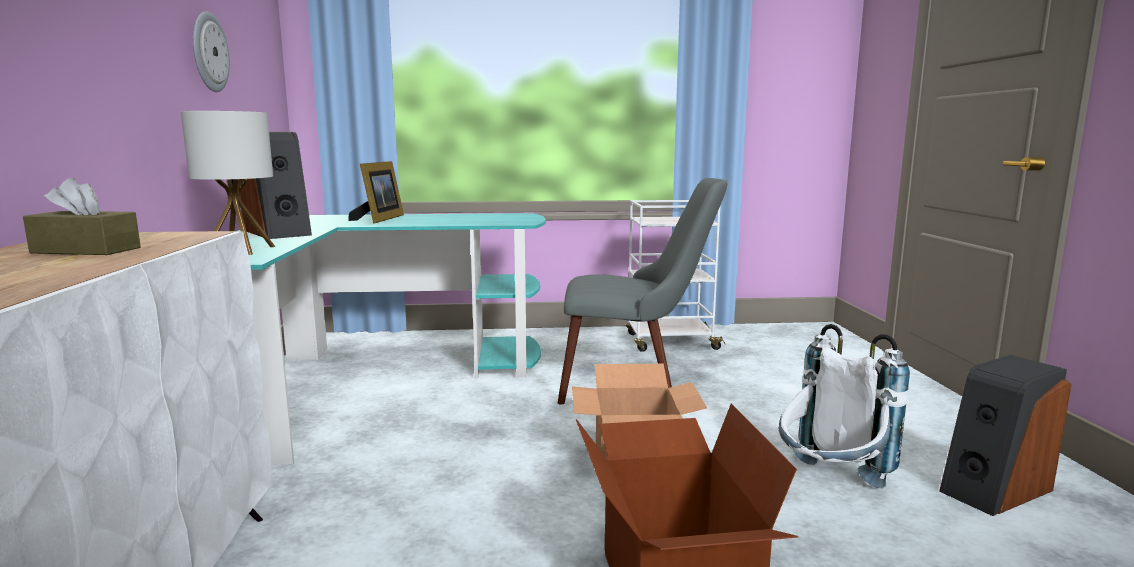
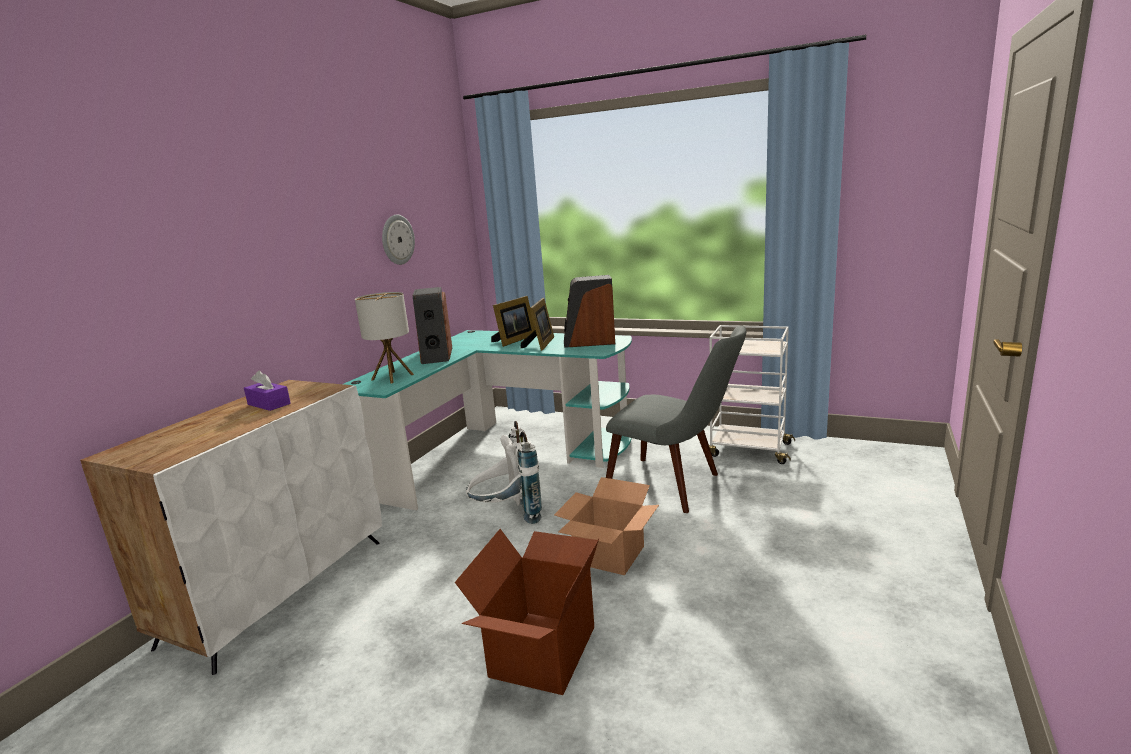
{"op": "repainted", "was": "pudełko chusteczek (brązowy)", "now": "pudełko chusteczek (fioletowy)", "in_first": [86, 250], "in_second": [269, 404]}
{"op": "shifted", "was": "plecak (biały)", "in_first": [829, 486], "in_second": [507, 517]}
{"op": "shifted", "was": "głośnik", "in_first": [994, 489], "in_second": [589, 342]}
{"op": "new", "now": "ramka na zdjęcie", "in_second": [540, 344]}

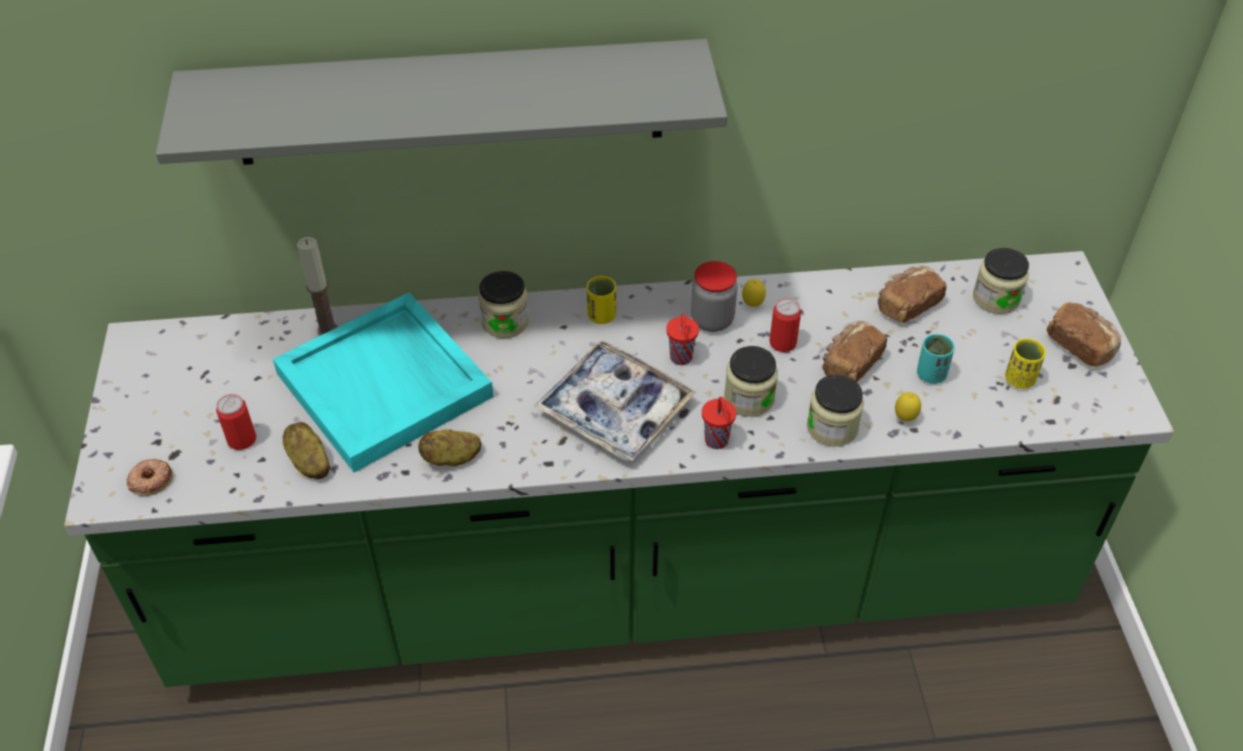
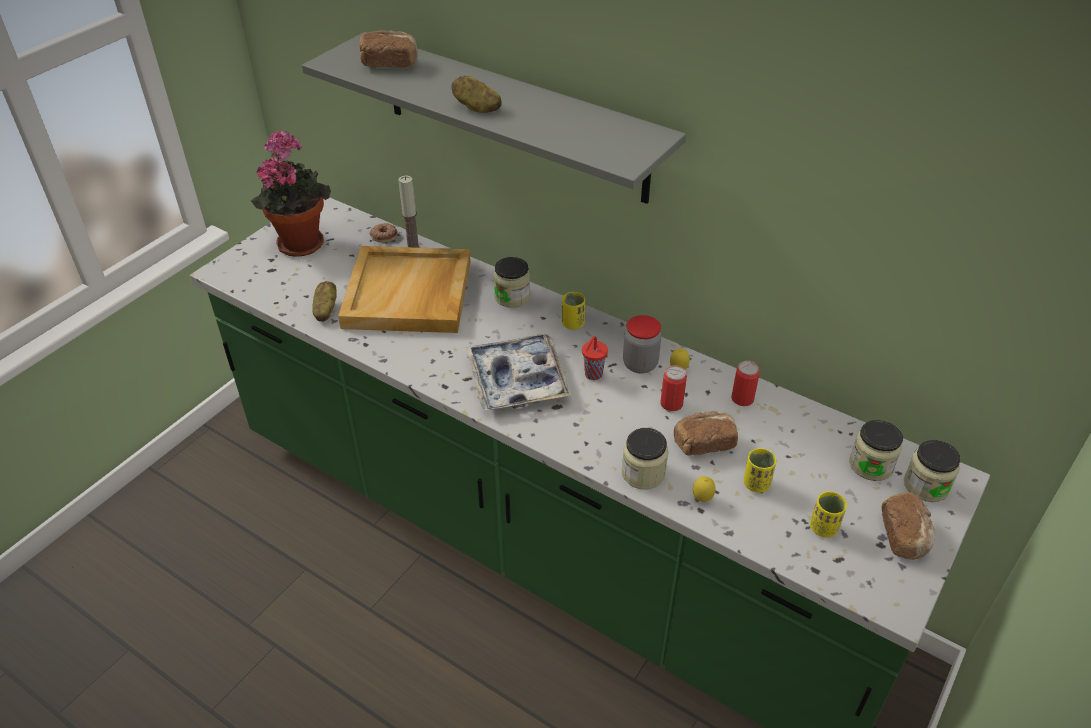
{"op": "shifted", "was": "donut", "in_first": [150, 480], "in_second": [384, 235]}
{"op": "shifted", "was": "puszka", "in_first": [242, 439], "in_second": [742, 399]}
{"op": "repainted", "was": "taca (turkusowy)", "now": "taca (beżowy)", "in_first": [386, 385], "in_second": [409, 294]}
{"op": "shifted", "was": "ziemniak", "in_first": [451, 458], "in_second": [476, 108]}
{"op": "gone", "was": "filiżanka (czerwony)", "in_first": [717, 442]}
{"op": "shifted", "was": "słoik", "in_first": [749, 398], "in_second": [926, 485]}
{"op": "shifted", "was": "chleb", "in_first": [907, 305], "in_second": [389, 63]}
{"op": "repainted", "was": "filiżanka (turkusowy)", "now": "filiżanka (żółty)", "in_first": [931, 374], "in_second": [756, 484]}
{"op": "new", "now": "roślina doniczkowa", "in_second": [301, 241]}

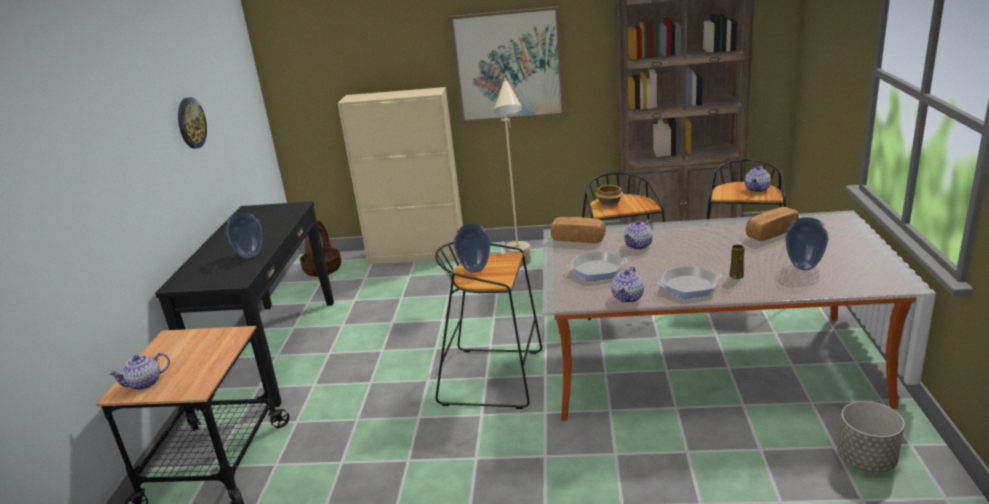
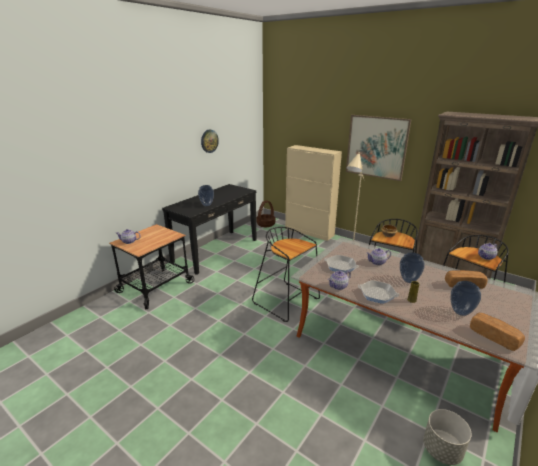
{"op": "shifted", "was": "wazon", "in_first": [474, 269], "in_second": [408, 280]}
{"op": "shifted", "was": "chleb", "in_first": [578, 238], "in_second": [494, 337]}

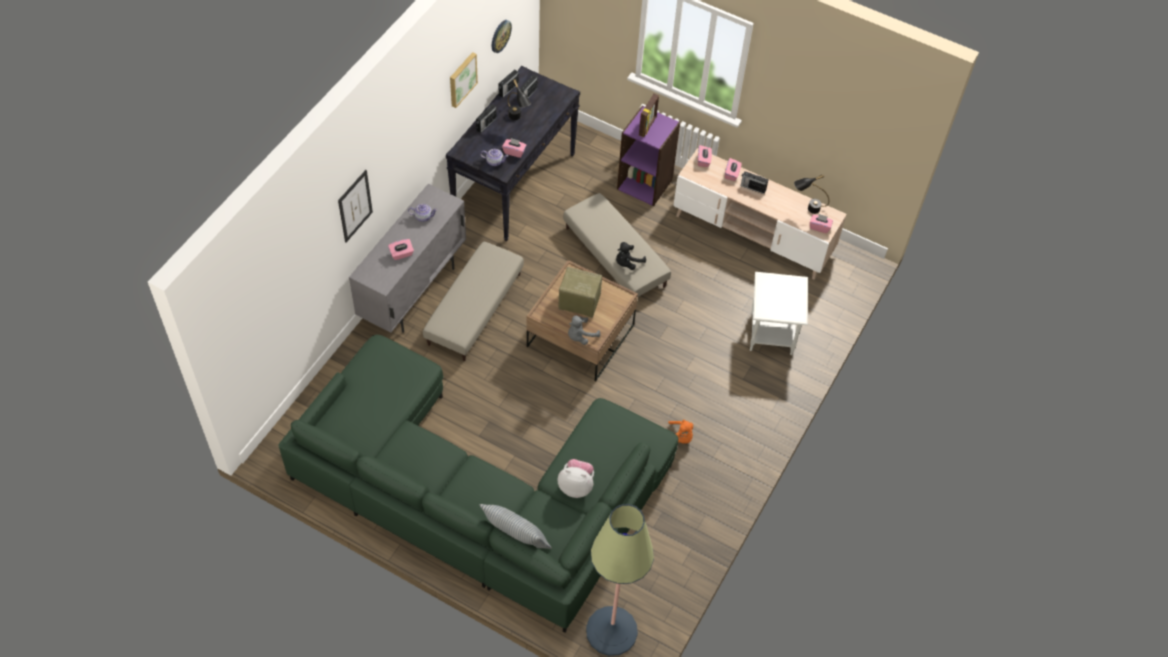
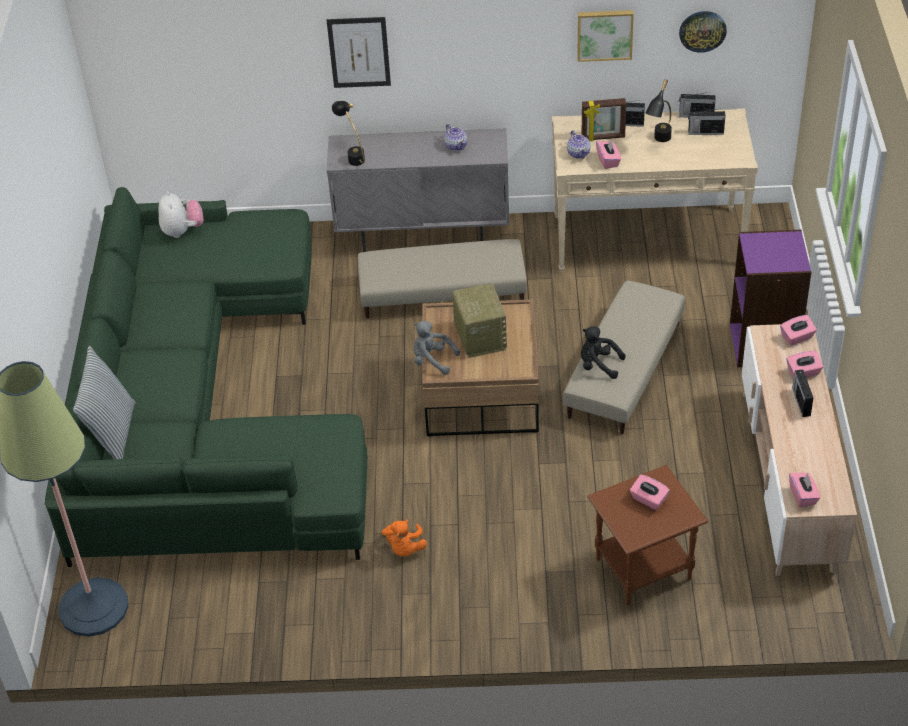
{"op": "shifted", "was": "pudełko chusteczek (różowy)", "in_first": [401, 254], "in_second": [648, 500]}
{"op": "repainted", "was": "stolik konsolowy (czarny)", "now": "stolik konsolowy (beżowy)", "in_first": [514, 184], "in_second": [648, 239]}
{"op": "shifted", "was": "pluszak", "in_first": [576, 486], "in_second": [182, 231]}
{"op": "shifted", "was": "ramka na zdjęcie", "in_first": [648, 126], "in_second": [603, 137]}
{"op": "repainted", "was": "stolik (biały)", "now": "stolik (brązowy)", "in_first": [771, 334], "in_second": [642, 569]}
{"op": "shifted", "was": "lampa stołowa (czarny)", "in_first": [807, 208], "in_second": [352, 156]}

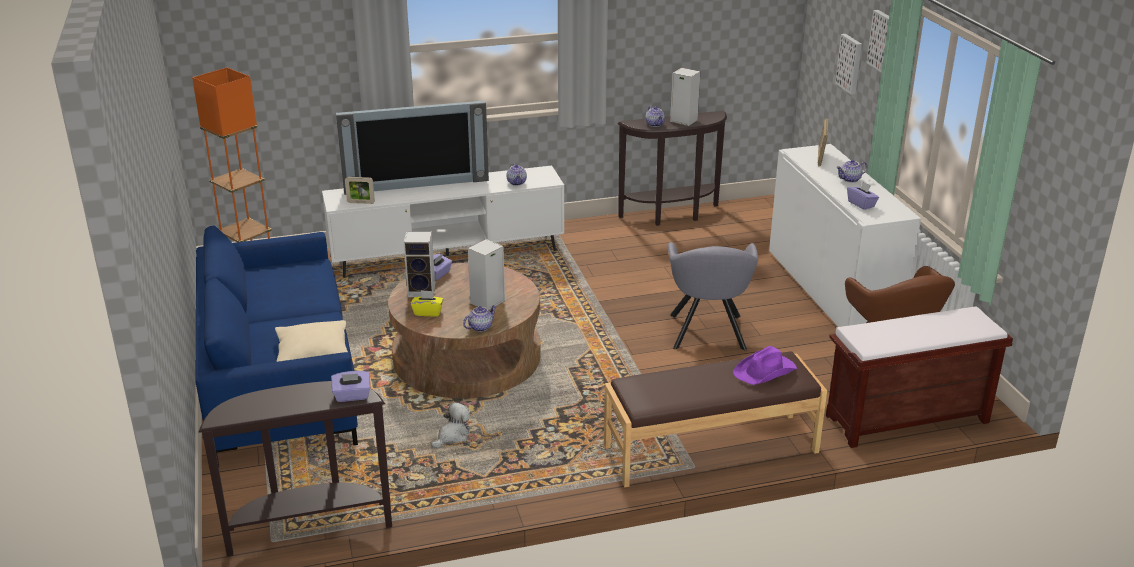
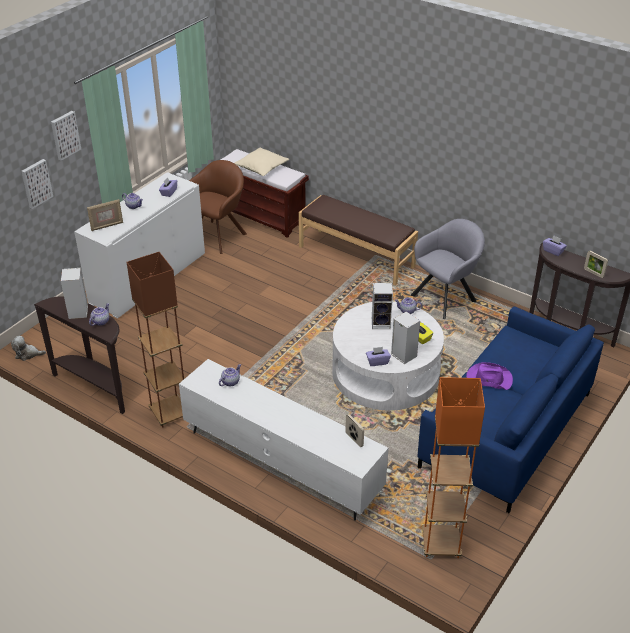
{"op": "shifted", "was": "poduszka (beżowy)", "in_first": [313, 354], "in_second": [261, 168]}
{"op": "gone", "was": "telewizor", "in_first": [416, 184]}
{"op": "repainted", "was": "ława (brązowy)", "now": "ława (biały)", "in_first": [467, 356], "in_second": [385, 372]}
{"op": "shifted", "was": "pluszak", "in_first": [452, 436], "in_second": [27, 354]}
{"op": "shifted", "was": "fotel (szary)", "in_first": [707, 334], "in_second": [446, 297]}
{"op": "shifted", "was": "kapelusz (fioletowy)", "in_first": [765, 371], "in_second": [488, 378]}
{"op": "new", "now": "lampa stojąca (brązowy)", "in_second": [169, 413]}
{"op": "new", "now": "ramka na zdjęcie", "in_second": [593, 273]}

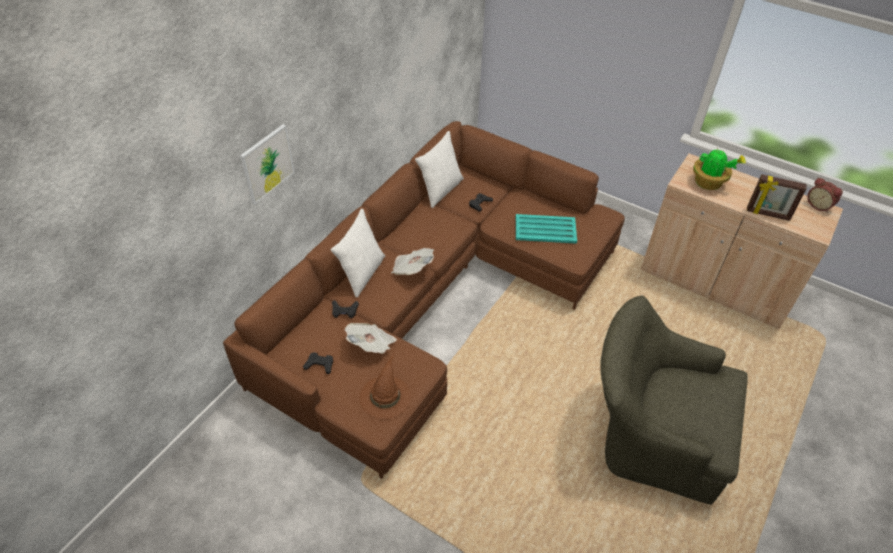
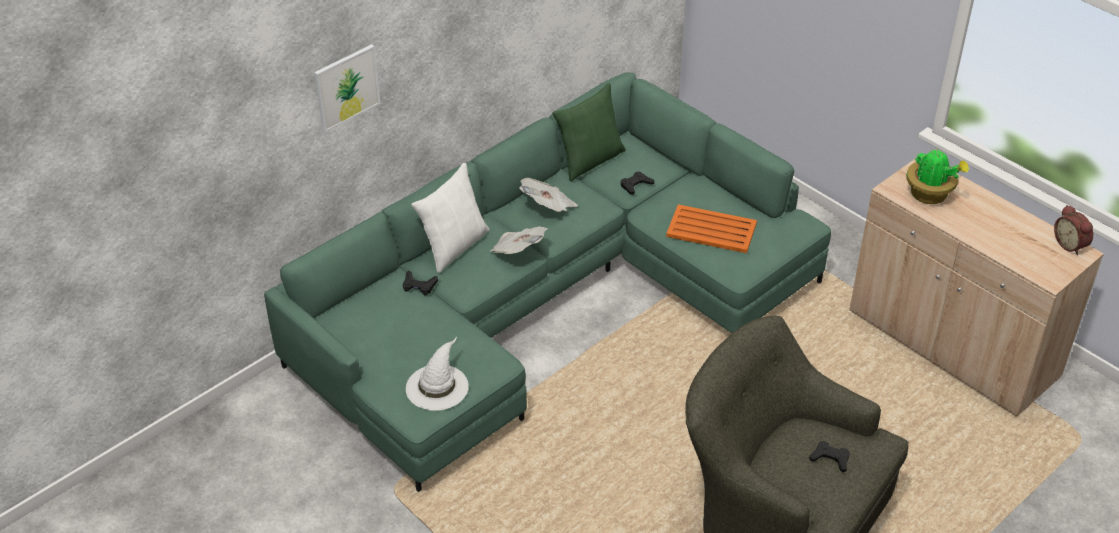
{"op": "repainted", "was": "kanapa (brązowy)", "now": "kanapa (zielony)", "in_first": [432, 298], "in_second": [550, 300]}
{"op": "shifted", "was": "pad do gier (czarny)", "in_first": [319, 365], "in_second": [830, 459]}
{"op": "shifted", "was": "gazeta", "in_first": [372, 345], "in_second": [548, 207]}
{"op": "repainted", "was": "kapelusz (brązowy)", "now": "kapelusz (biały)", "in_first": [385, 396], "in_second": [437, 386]}
{"op": "repainted", "was": "poduszka (biały)", "now": "poduszka (zielony)", "in_first": [440, 189], "in_second": [590, 160]}
{"op": "repainted", "was": "taca (turkusowy)", "now": "taca (pomarańczowy)", "in_first": [546, 229], "in_second": [712, 230]}
{"op": "gone", "was": "ramka na zdjęcie", "in_first": [768, 214]}

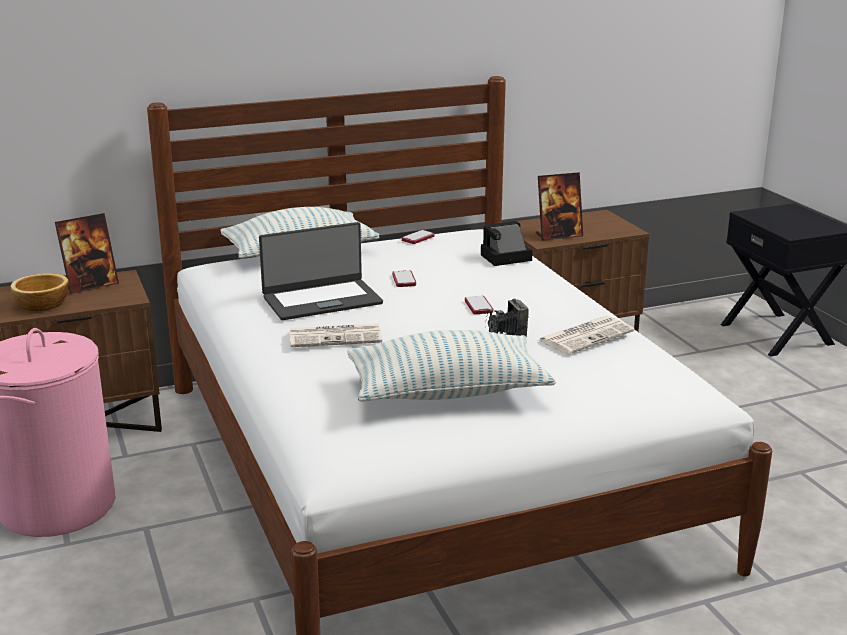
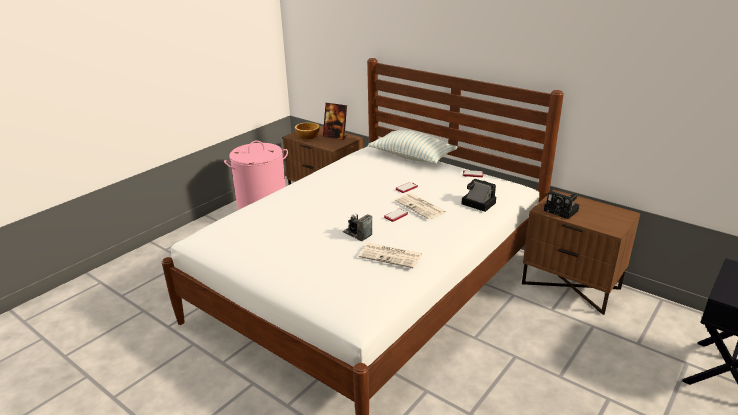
{"op": "gone", "was": "laptop", "in_first": [321, 300]}
{"op": "shifted", "was": "gazeta", "in_first": [336, 336], "in_second": [421, 207]}
{"op": "gone", "was": "poduszka", "in_first": [447, 392]}
{"op": "swapped", "was": "ramka na zdjęcie", "now": "aparat fotograficzny", "in_first": [558, 235], "in_second": [562, 211]}

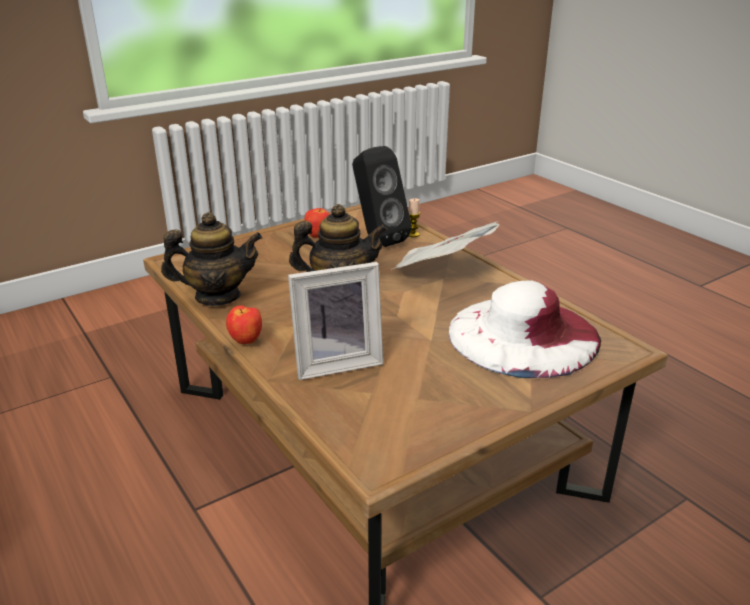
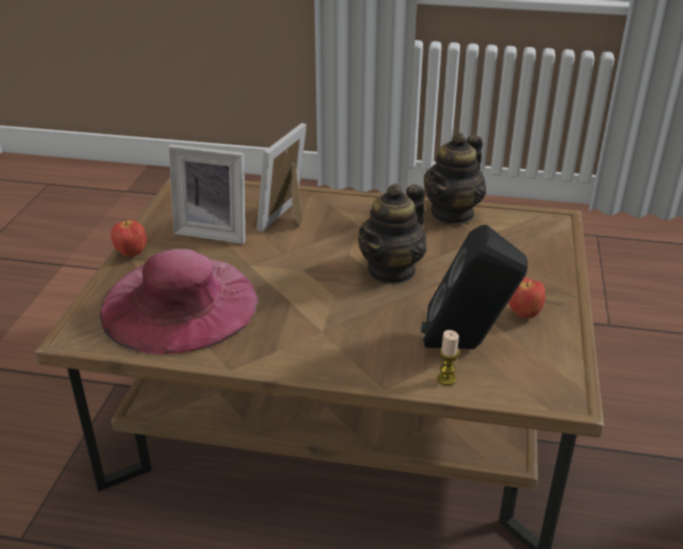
{"op": "shifted", "was": "jabłko", "in_first": [246, 341], "in_second": [131, 254]}
{"op": "gone", "was": "gazeta", "in_first": [442, 271]}
{"op": "repainted", "was": "kapelusz (biały)", "now": "kapelusz (różowy)", "in_first": [523, 334], "in_second": [179, 303]}
{"op": "new", "now": "ramka na zdjęcie", "in_second": [214, 231]}

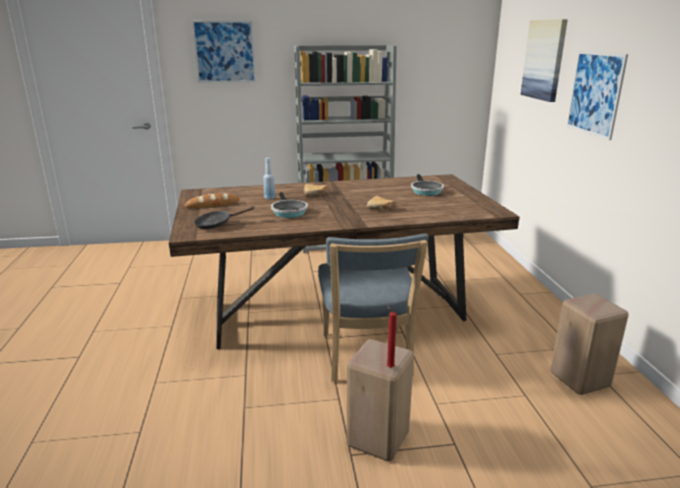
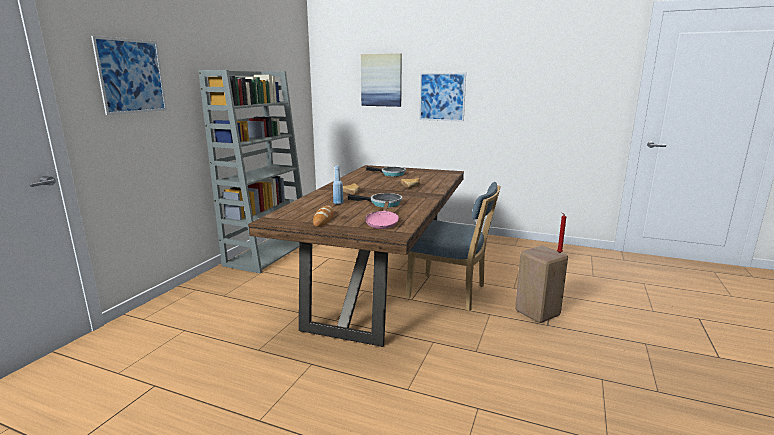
{"op": "repainted", "was": "patelnia (czarny)", "now": "patelnia (różowy)", "in_first": [217, 224], "in_second": [382, 223]}
{"op": "gone", "was": "stołek (beżowy)", "in_first": [581, 380]}

